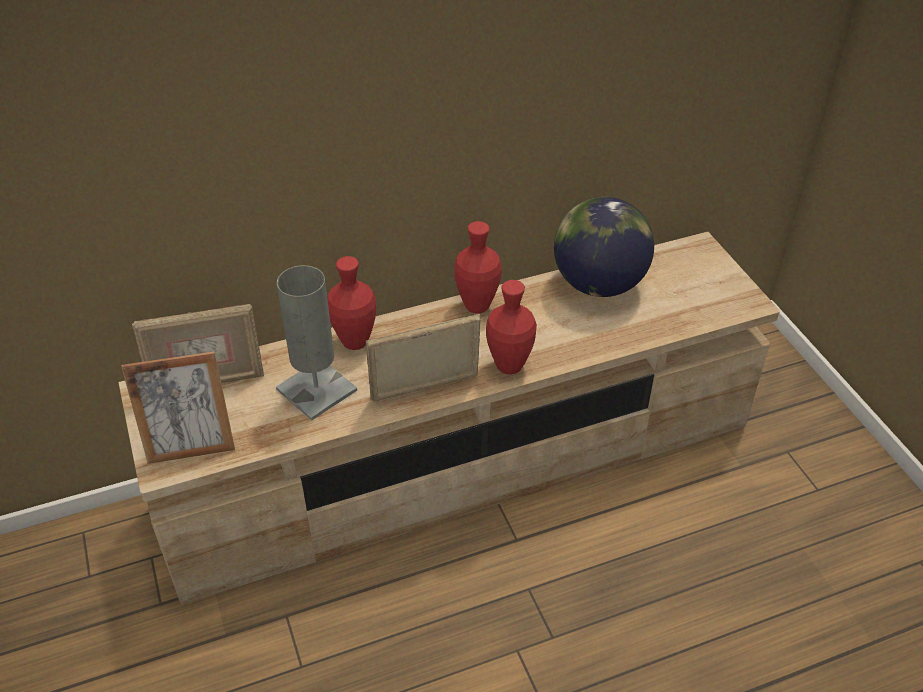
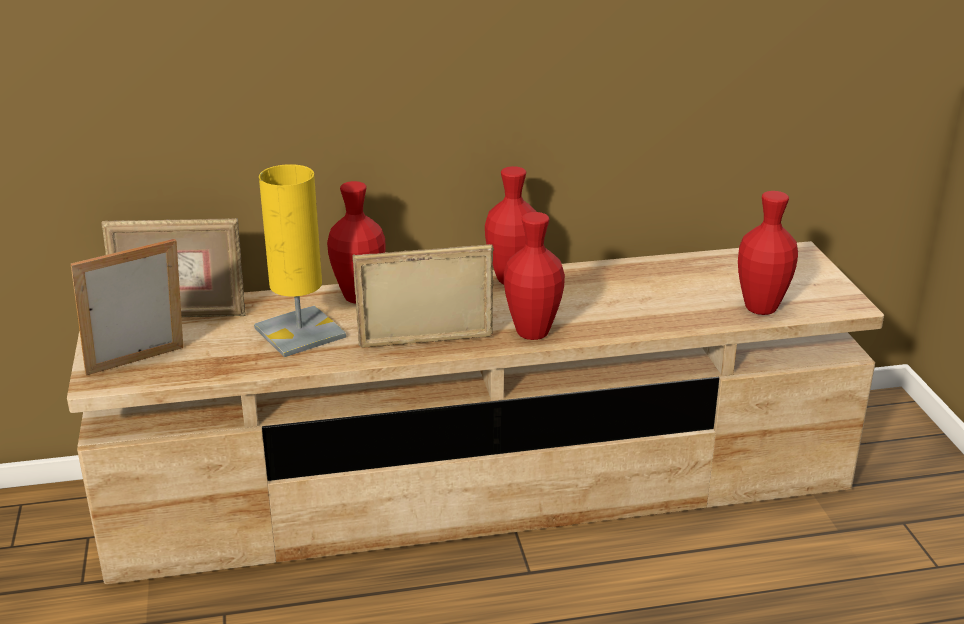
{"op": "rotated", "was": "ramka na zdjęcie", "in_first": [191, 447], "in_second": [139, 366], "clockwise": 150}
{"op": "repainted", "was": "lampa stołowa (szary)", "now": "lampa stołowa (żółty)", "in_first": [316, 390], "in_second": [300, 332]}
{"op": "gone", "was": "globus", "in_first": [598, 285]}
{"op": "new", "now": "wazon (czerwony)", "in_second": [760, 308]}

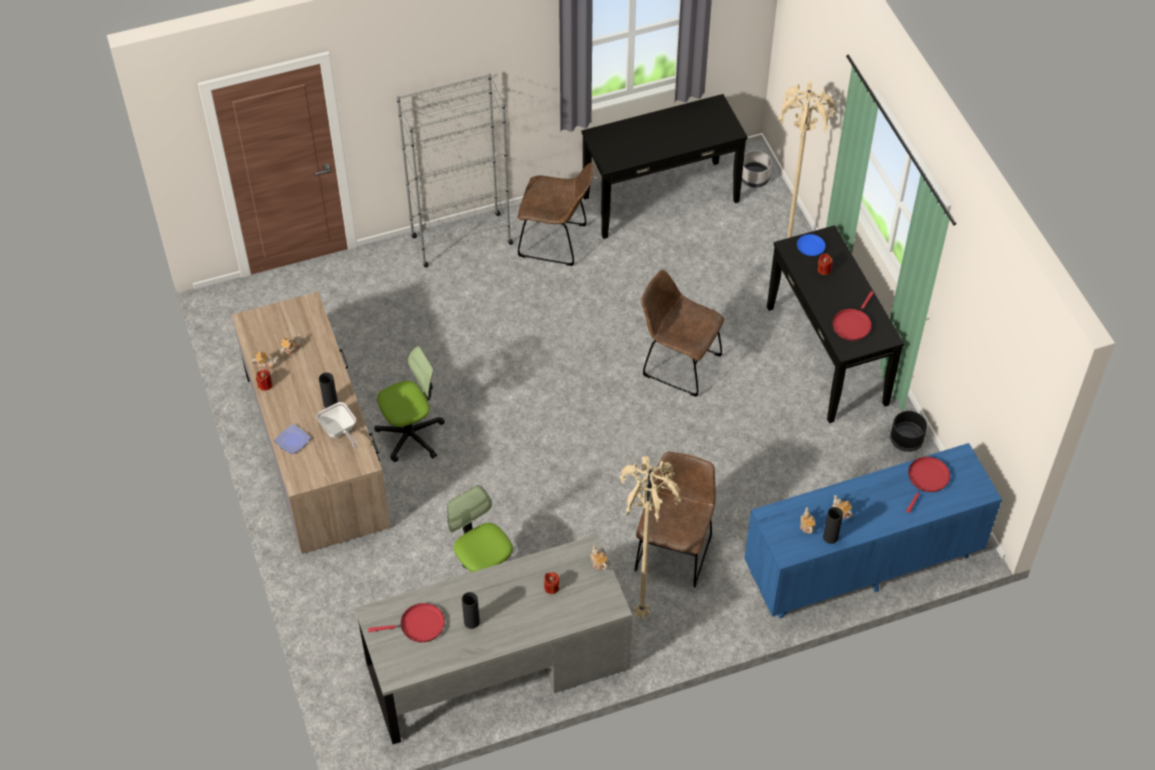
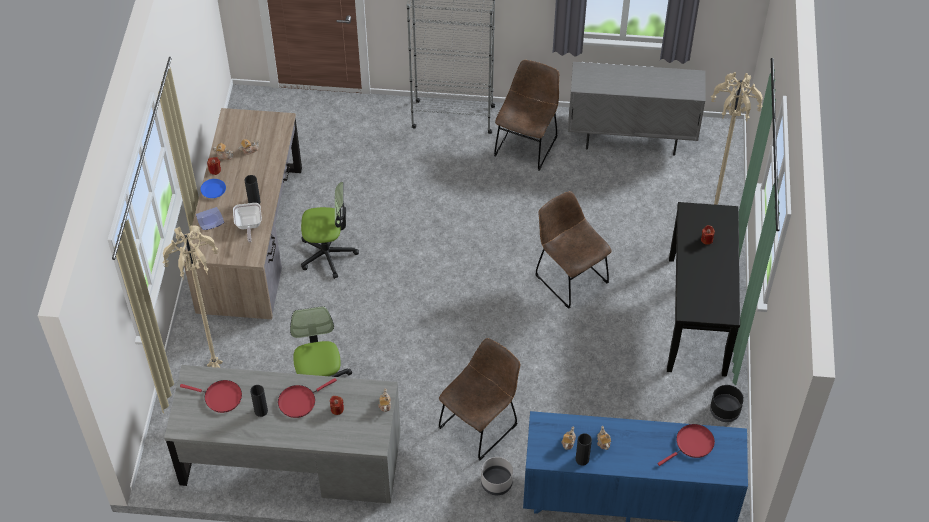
{"op": "rotated", "was": "krzesło (brązowy)", "in_first": [556, 241], "in_second": [527, 144], "clockwise": -105}
{"op": "swapped", "was": "stolik konsolowy (czarny)", "now": "szafka (szary)", "in_first": [660, 198], "in_second": [631, 139]}
{"op": "shifted", "was": "lampa stojąca (beżowy)", "in_first": [642, 613], "in_second": [217, 366]}
{"op": "shifted", "was": "donica (szary)", "in_first": [754, 178], "in_second": [496, 482]}
{"op": "shifted", "was": "talerz (niebieski)", "in_first": [810, 247], "in_second": [213, 190]}
{"op": "shifted", "was": "patelnia (czerwony)", "in_first": [852, 324], "in_second": [299, 401]}

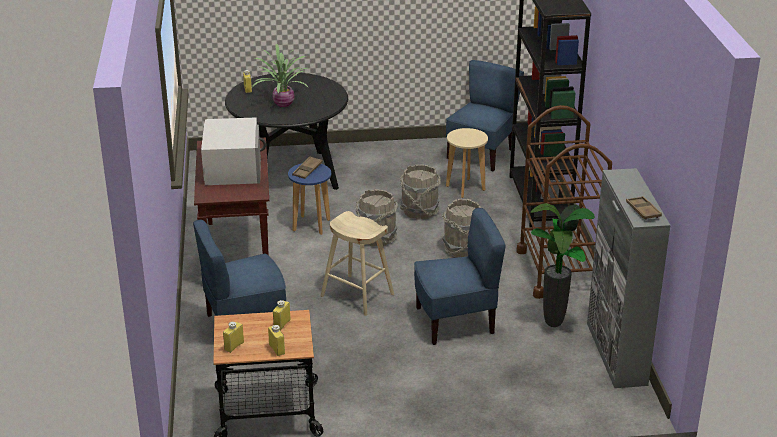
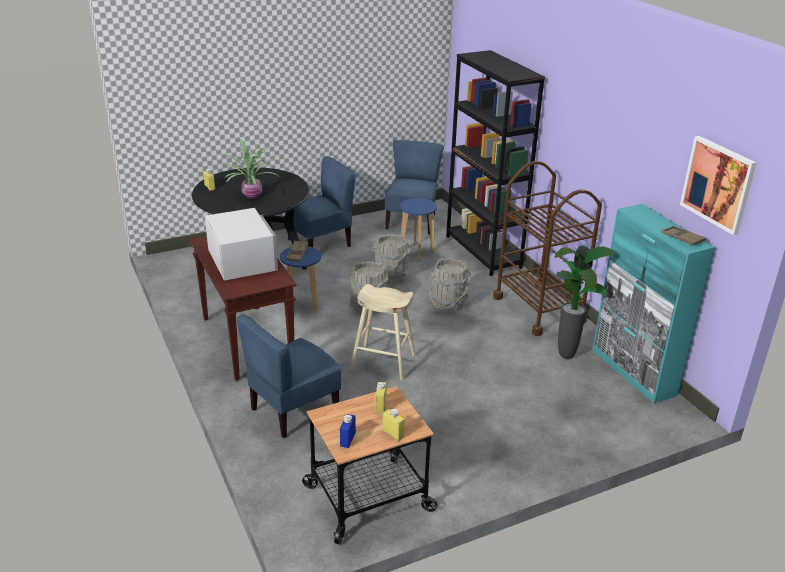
{"op": "repainted", "was": "butelka (żółty)", "now": "butelka (niebieski)", "in_first": [234, 346], "in_second": [347, 440]}
{"op": "shifted", "was": "krzesło (niebieski)", "in_first": [455, 322], "in_second": [320, 244]}
{"op": "repainted", "was": "stołek (beżowy)", "now": "stołek (niebieski)", "in_first": [465, 188], "in_second": [416, 251]}
{"op": "repainted", "was": "szafka (szary)", "now": "szafka (turkusowy)", "in_first": [616, 354], "in_second": [633, 372]}
{"op": "new", "now": "obraz", "in_second": [718, 184]}

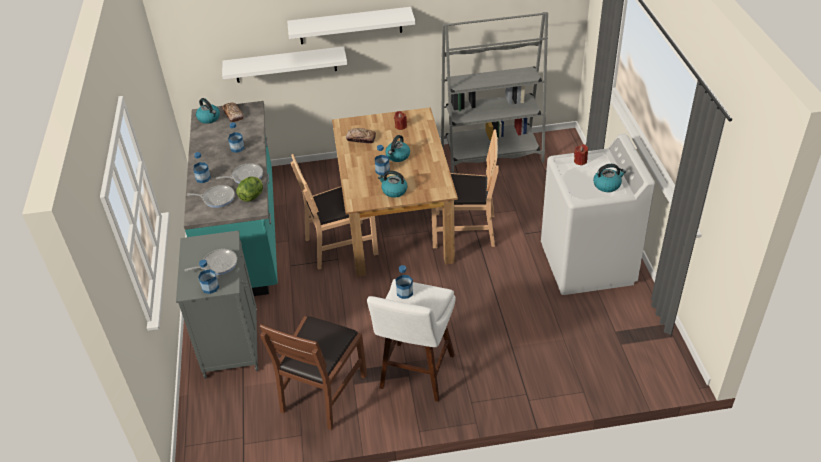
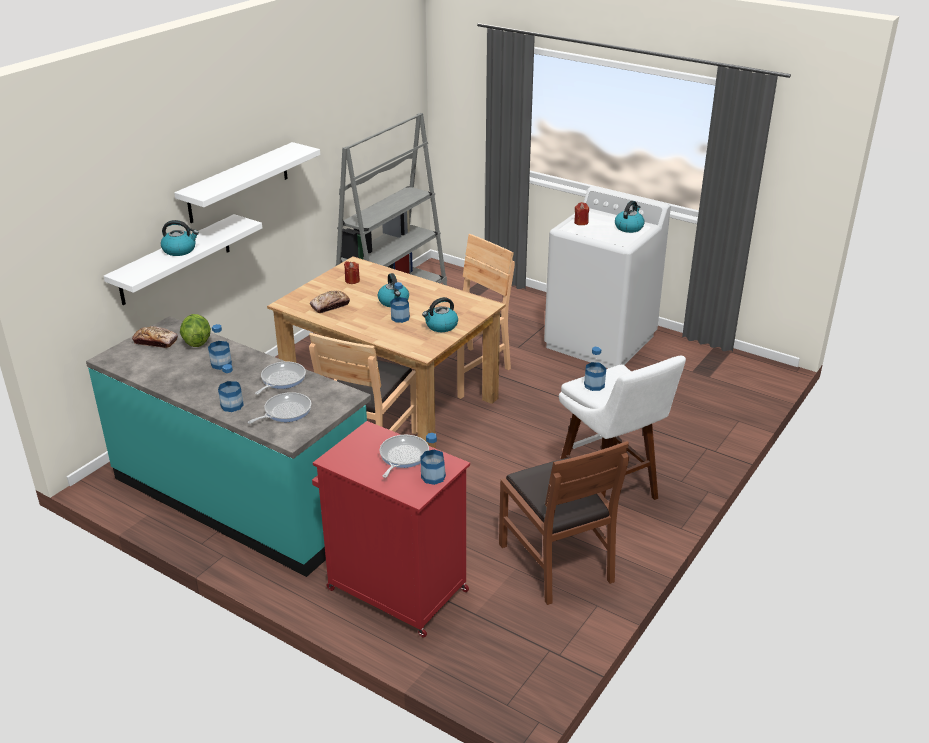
{"op": "repainted", "was": "szafka (szary)", "now": "szafka (czerwony)", "in_first": [231, 341], "in_second": [395, 589]}
{"op": "shifted", "was": "czajnik", "in_first": [209, 118], "in_second": [180, 250]}
{"op": "shifted", "was": "sałata", "in_first": [252, 196], "in_second": [196, 342]}

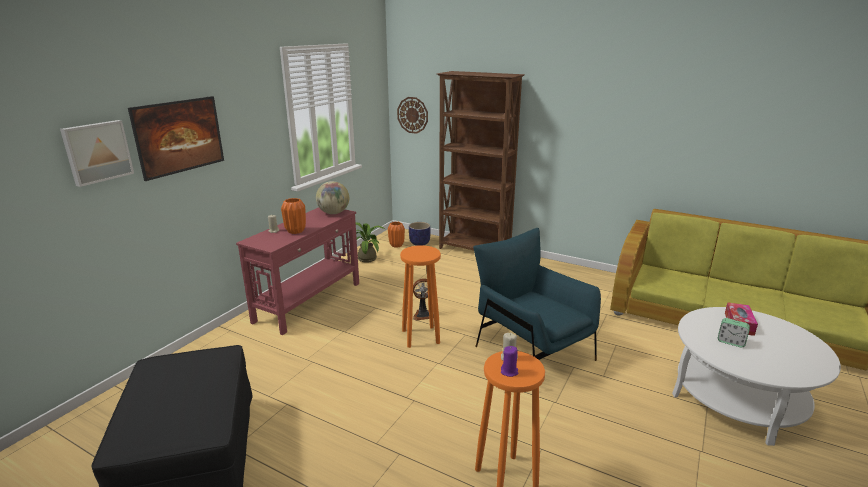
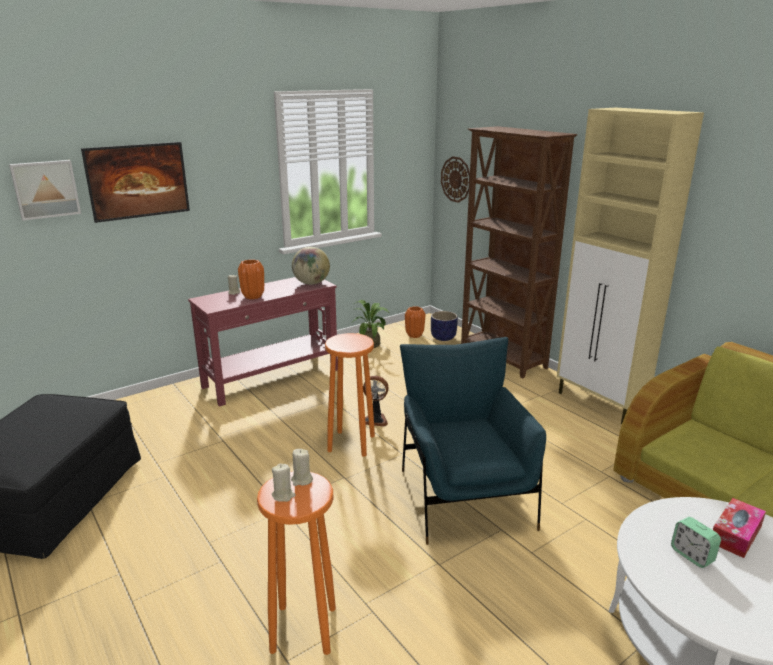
{"op": "repainted", "was": "świeca (fioletowy)", "now": "świeca (beżowy)", "in_first": [509, 371], "in_second": [283, 495]}
{"op": "new", "now": "szafka (beżowy)", "in_second": [600, 404]}

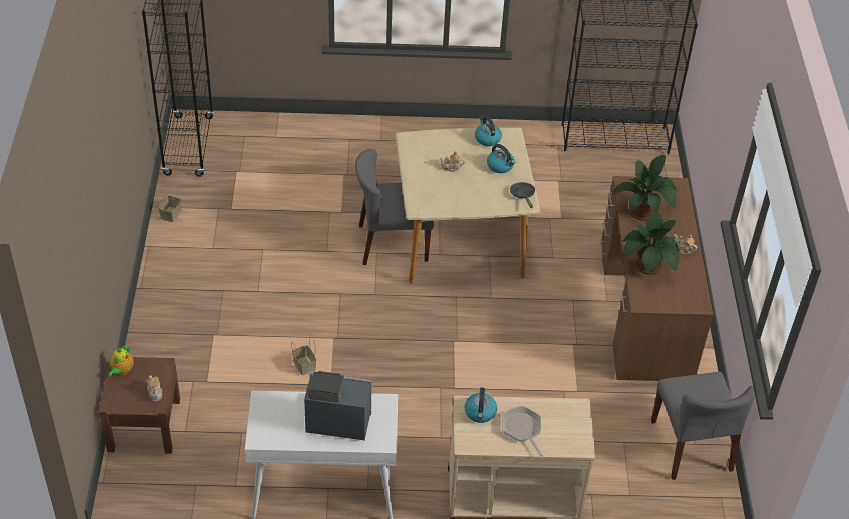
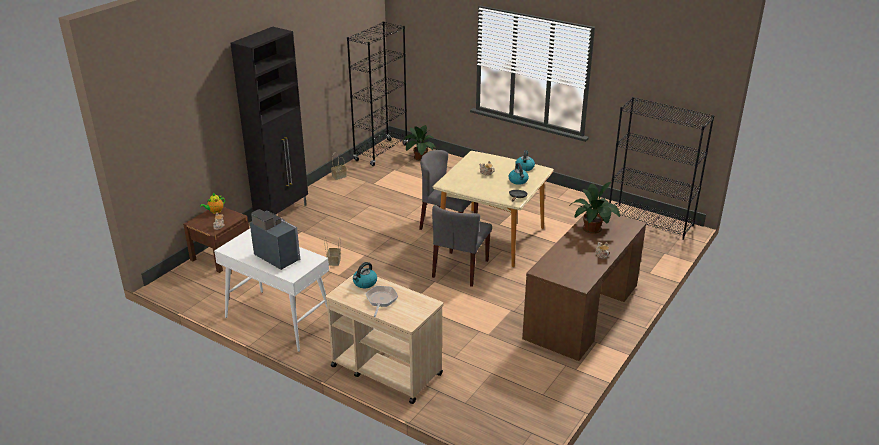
{"op": "shifted", "was": "roślina doniczkowa", "in_first": [647, 267], "in_second": [419, 158]}
{"op": "shifted", "was": "krzesło (szary)", "in_first": [691, 446], "in_second": [460, 269]}
{"op": "new", "now": "szafka (czarny)", "in_second": [282, 212]}

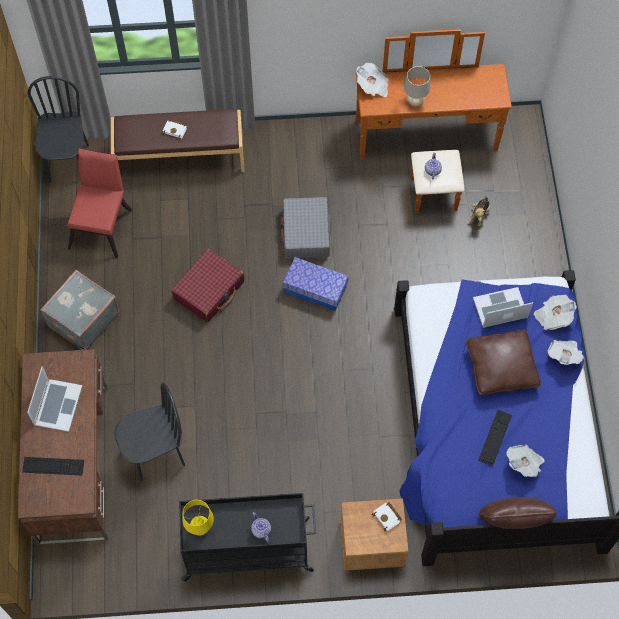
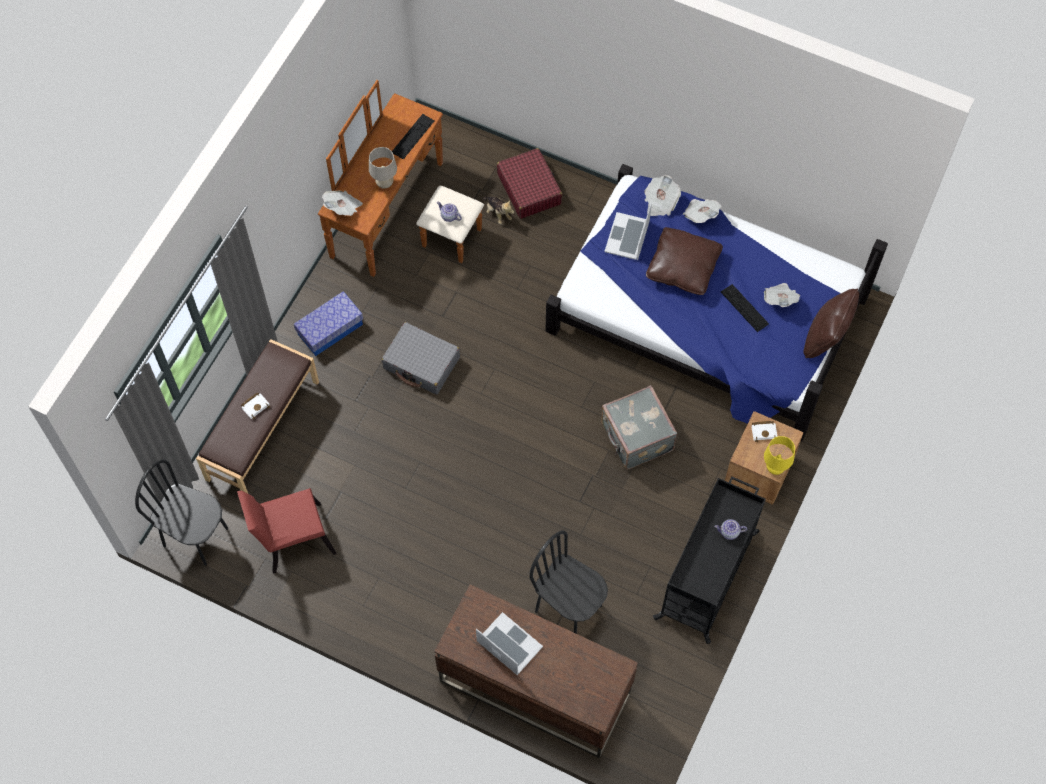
{"op": "shifted", "was": "klawiatura", "in_first": [53, 466], "in_second": [413, 136]}
{"op": "shifted", "was": "walizka (szary)", "in_first": [82, 319], "in_second": [636, 438]}
{"op": "rotated", "was": "krzesło (czerwony)", "in_first": [102, 225], "in_second": [291, 538], "clockwise": -60}
{"op": "rotated", "was": "krzesło (czarny)", "in_first": [156, 454], "in_second": [568, 608], "clockwise": -60}
{"op": "shifted", "was": "walizka (czerwony)", "in_first": [209, 290], "in_second": [529, 189]}
{"op": "shifted", "was": "lampa stołowa (żółty)", "in_first": [200, 528], "in_second": [775, 468]}
{"op": "shifted", "was": "pojemnik do przechowywania", "in_first": [315, 289], "in_second": [330, 329]}

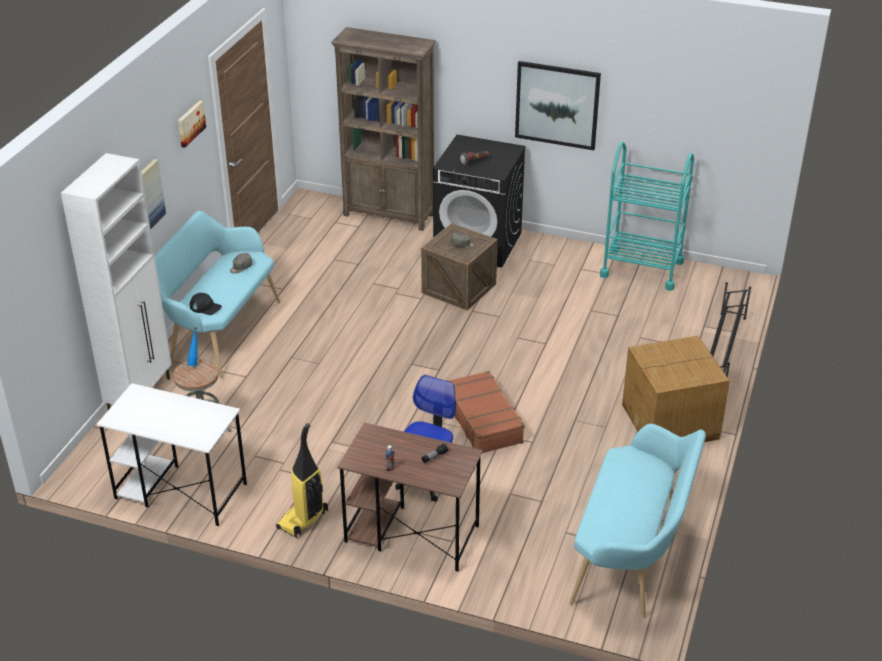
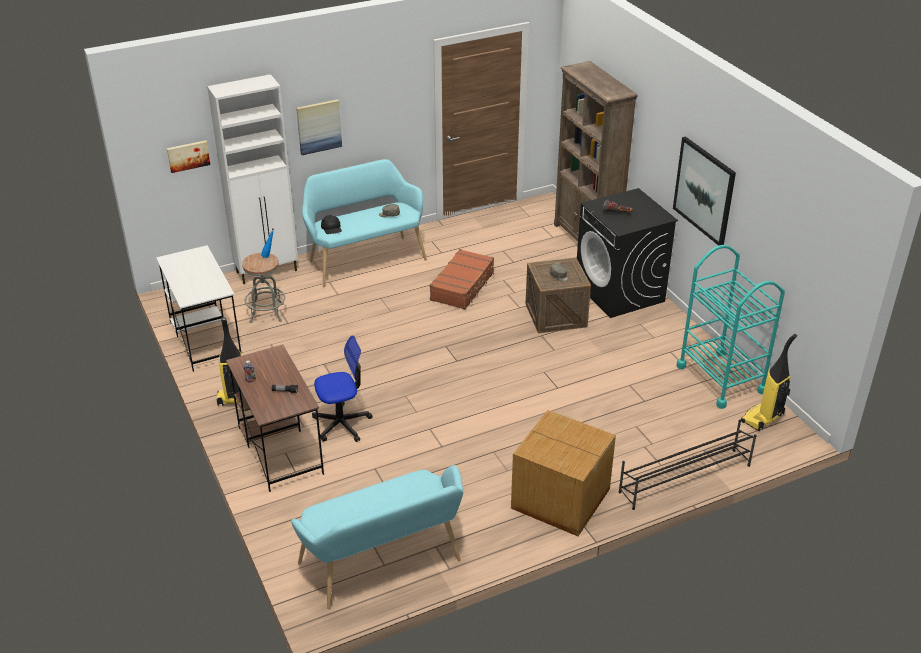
{"op": "shifted", "was": "obraz", "in_first": [190, 123], "in_second": [188, 155]}
{"op": "shifted", "was": "walizka (brązowy)", "in_first": [483, 420], "in_second": [463, 286]}
{"op": "new", "now": "odkurzacz", "in_second": [762, 419]}

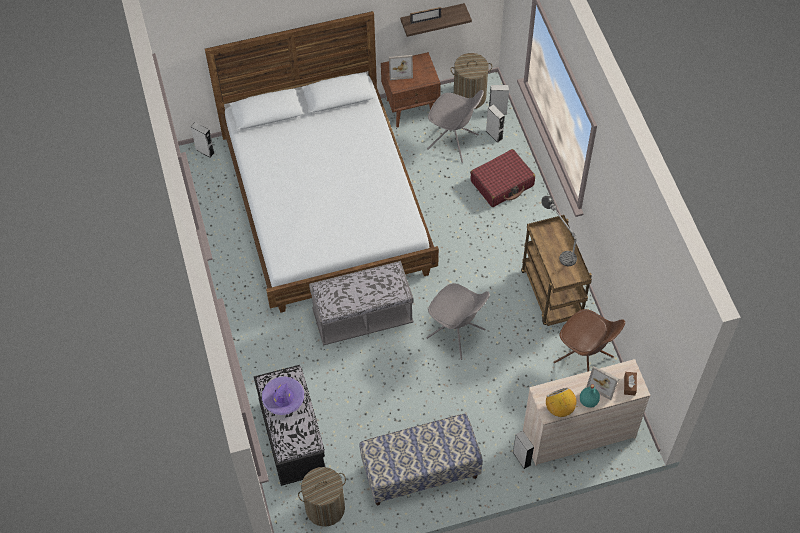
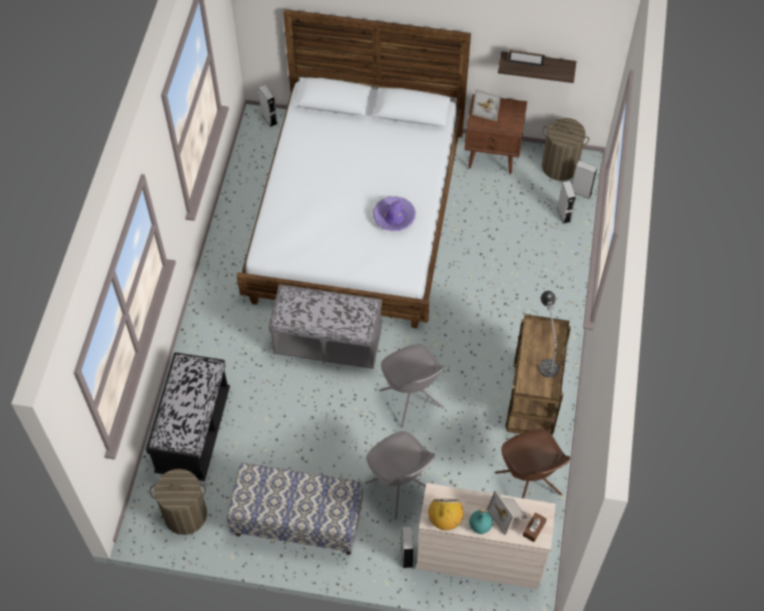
{"op": "shifted", "was": "kapelusz (fioletowy)", "in_first": [283, 398], "in_second": [394, 217]}
{"op": "shifted", "was": "krzesło (szary)", "in_first": [453, 142], "in_second": [400, 488]}
{"op": "gone", "was": "walizka (czerwony)", "in_first": [502, 183]}

